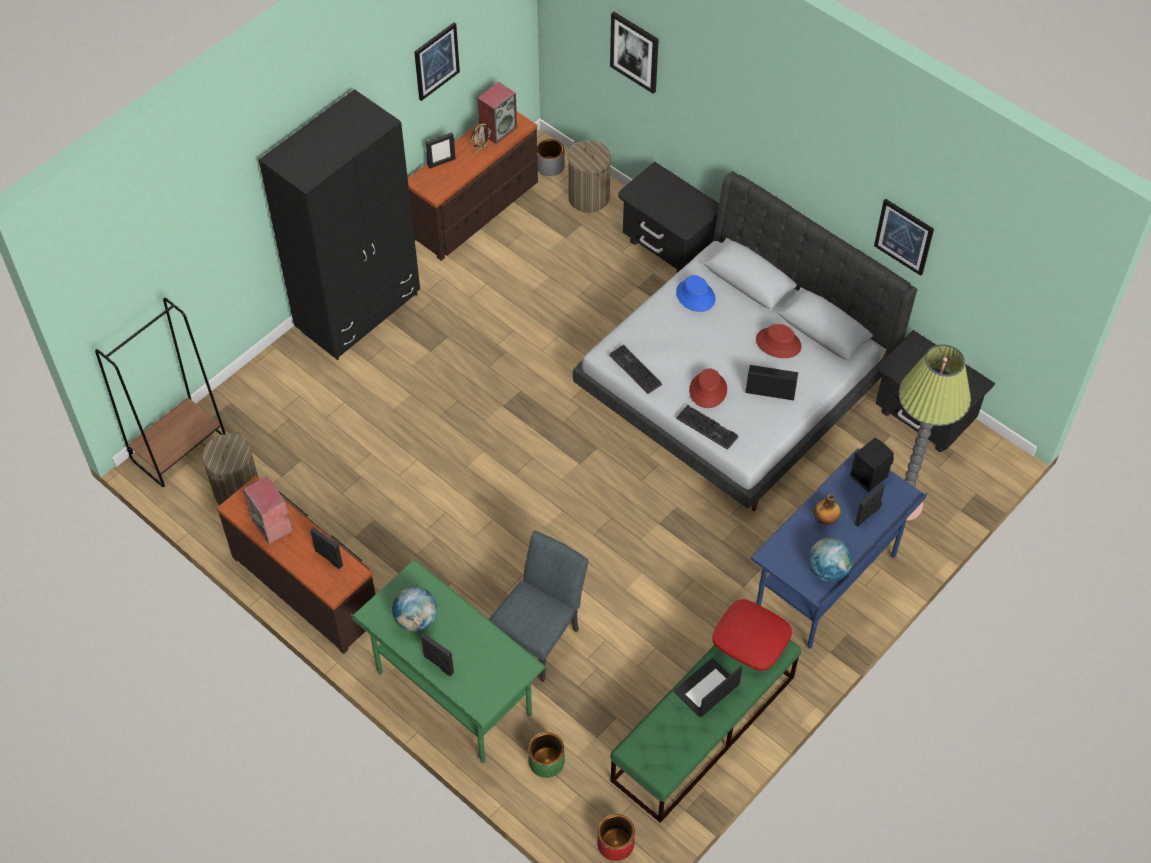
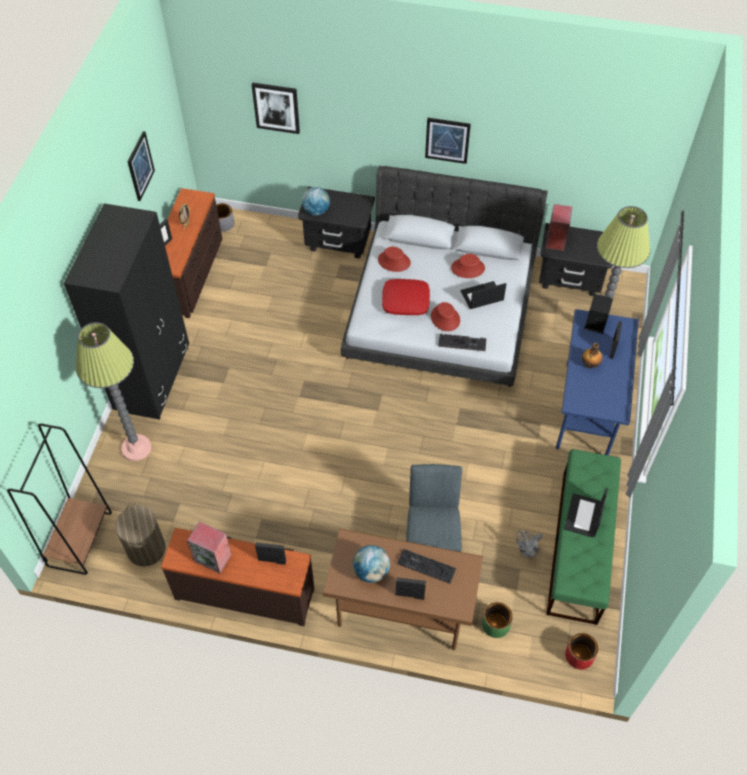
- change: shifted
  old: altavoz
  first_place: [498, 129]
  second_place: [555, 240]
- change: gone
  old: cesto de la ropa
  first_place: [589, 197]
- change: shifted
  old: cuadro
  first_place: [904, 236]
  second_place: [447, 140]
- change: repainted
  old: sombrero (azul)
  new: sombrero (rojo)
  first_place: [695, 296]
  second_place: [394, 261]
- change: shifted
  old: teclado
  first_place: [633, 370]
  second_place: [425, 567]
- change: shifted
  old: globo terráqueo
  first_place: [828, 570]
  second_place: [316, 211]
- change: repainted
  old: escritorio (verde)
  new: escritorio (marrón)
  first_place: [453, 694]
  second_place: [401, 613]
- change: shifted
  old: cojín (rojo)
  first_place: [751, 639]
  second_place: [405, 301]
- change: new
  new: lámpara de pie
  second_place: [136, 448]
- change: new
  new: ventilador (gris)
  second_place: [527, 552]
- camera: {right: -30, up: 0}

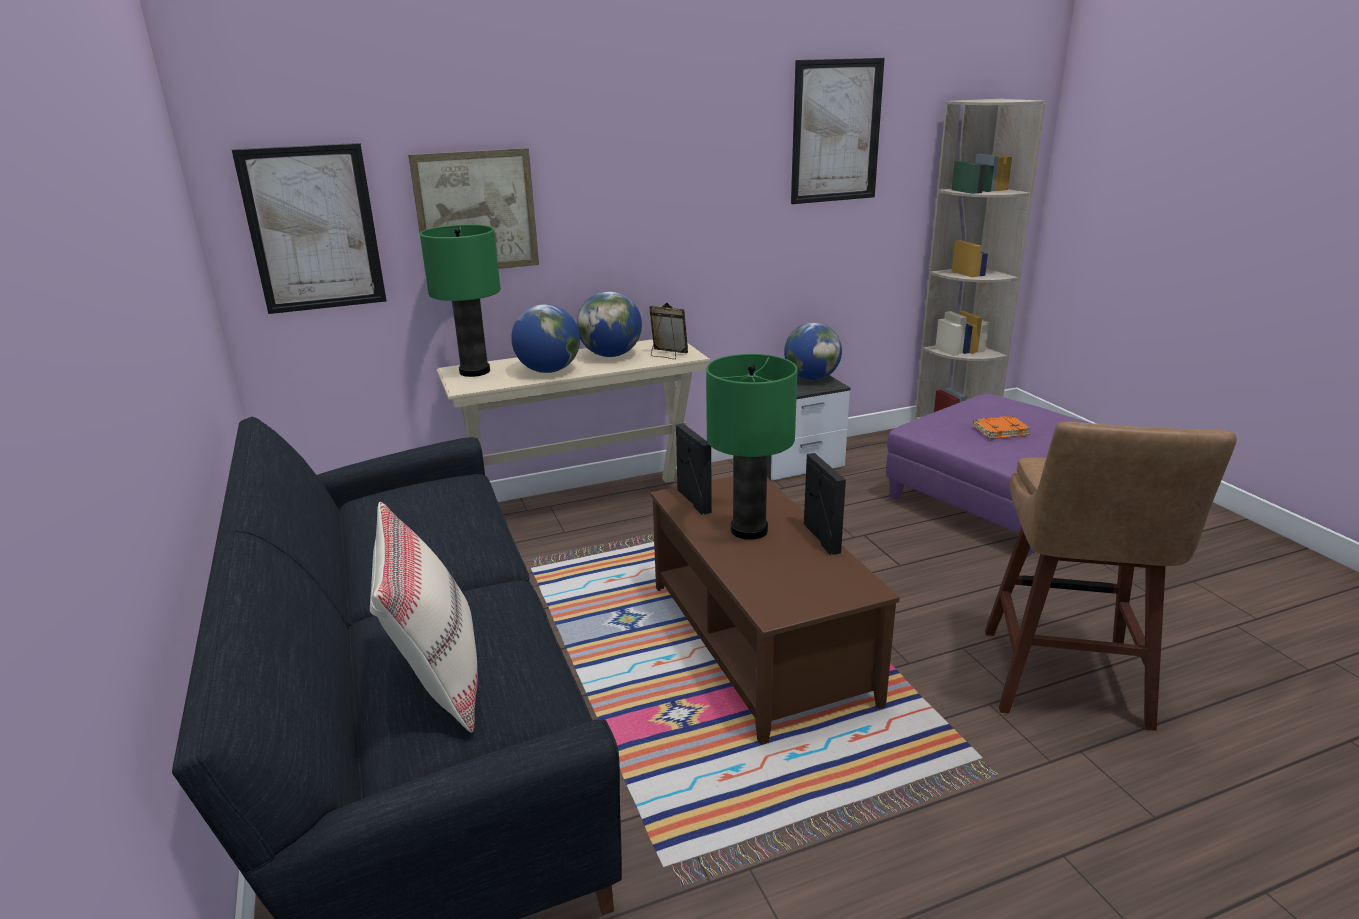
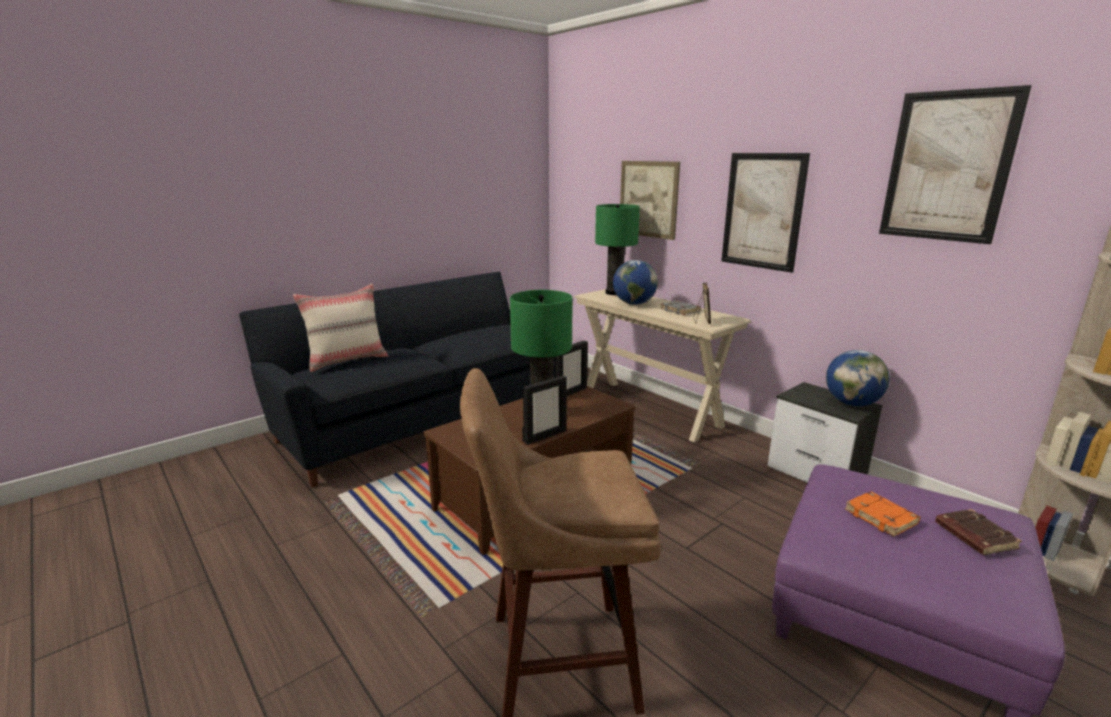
- change: shifted
  old: cuadro
  first_place: [313, 229]
  second_place: [762, 211]
- change: swapped
  old: globo terráqueo
  new: libro (gris)
  first_place: [611, 355]
  second_place: [681, 310]
- change: new
  new: libro (marrón)
  second_place: [973, 536]
- camera: {right: 70, up: -5}

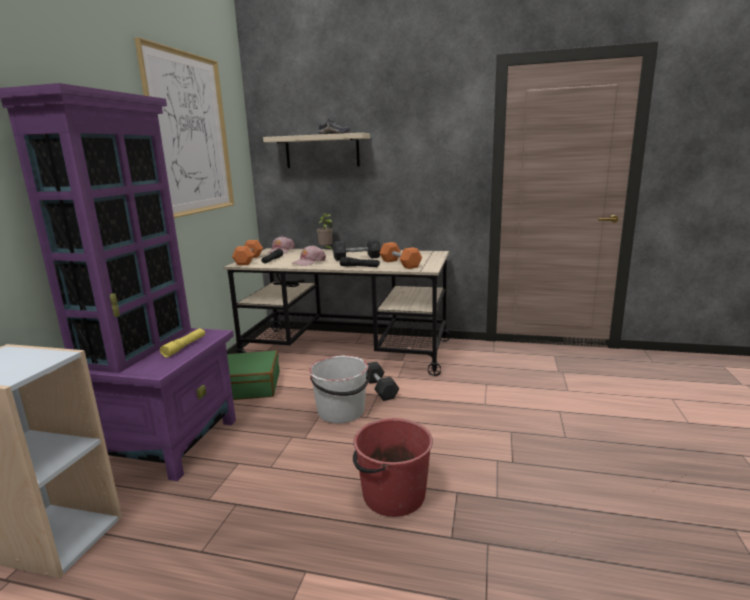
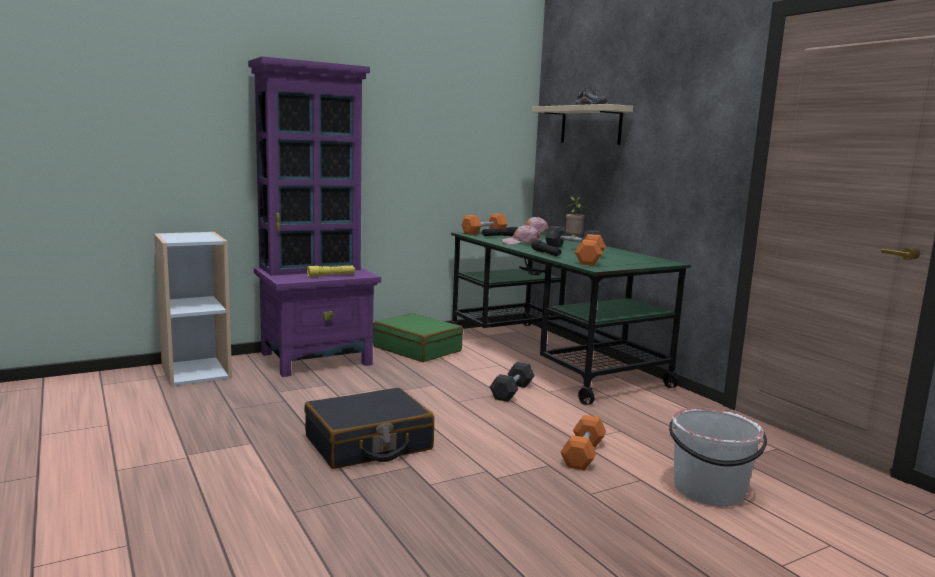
- change: gone
  old: cuadro
  first_place: [190, 135]
- change: repainted
  old: escritorio (beis)
  new: escritorio (verde)
  first_place: [345, 350]
  second_place: [550, 358]
- change: shifted
  old: cubo (blanco)
  first_place: [341, 412]
  second_place: [709, 490]
- change: swapped
  old: cubo (rojo)
  new: maleta (negro)
  first_place: [392, 495]
  second_place: [368, 444]
- change: new
  new: mancuerna (naranja)
  second_place: [583, 454]
- camera: {right: 45, up: -5}

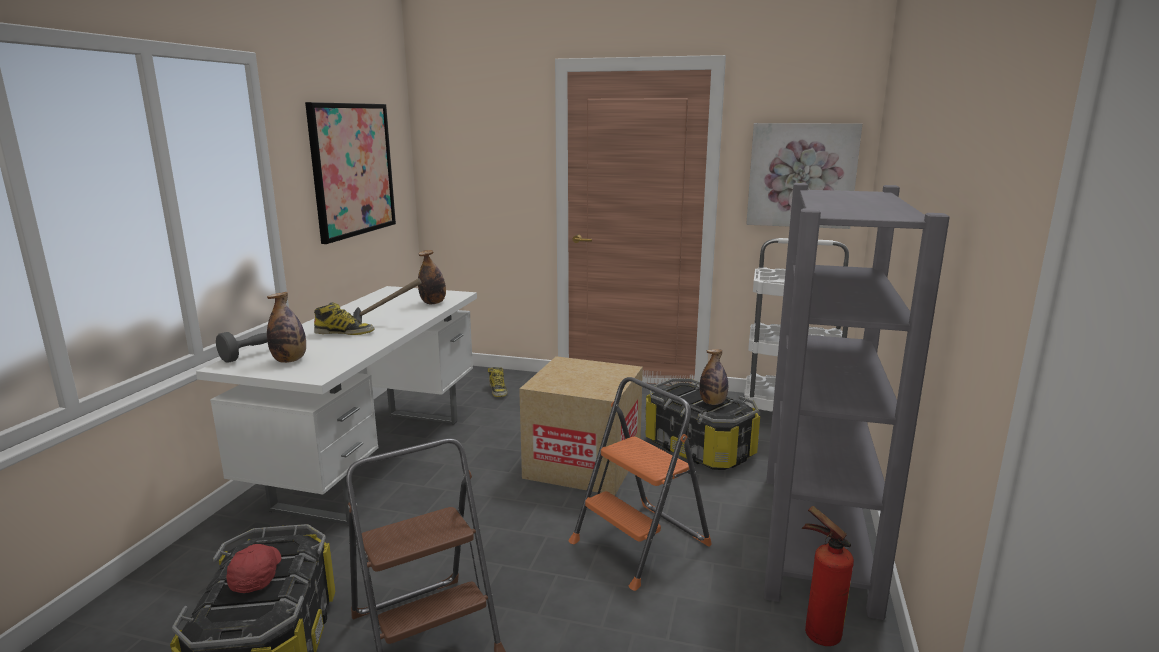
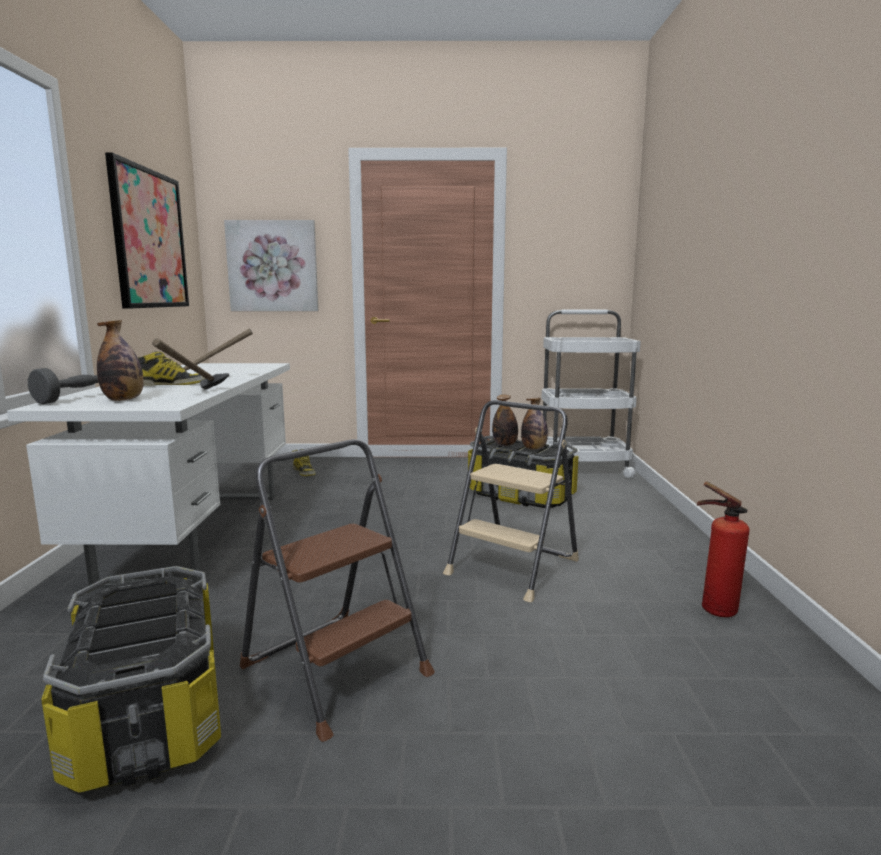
- change: shifted
  old: cuadro
  first_place: [801, 175]
  second_place: [273, 266]
- change: gone
  old: estantería (gris)
  first_place: [816, 538]
- change: shifted
  old: botella
  first_place: [433, 303]
  second_place: [505, 444]
- change: gone
  old: caja de cartón
  first_place: [583, 463]
- change: repainted
  old: escalera de tijera (naranja)
  new: escalera de tijera (beis)
  first_place: [644, 541]
  second_place: [516, 565]
- change: gone
  old: gorra (rojo)
  first_place: [256, 575]
- change: new
  new: martillo
  second_place: [195, 394]
- camera: {right: -15, up: -5}

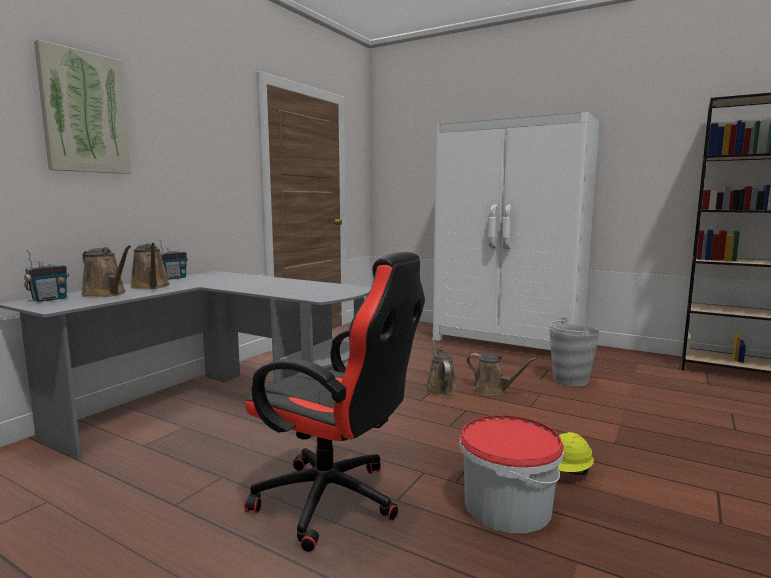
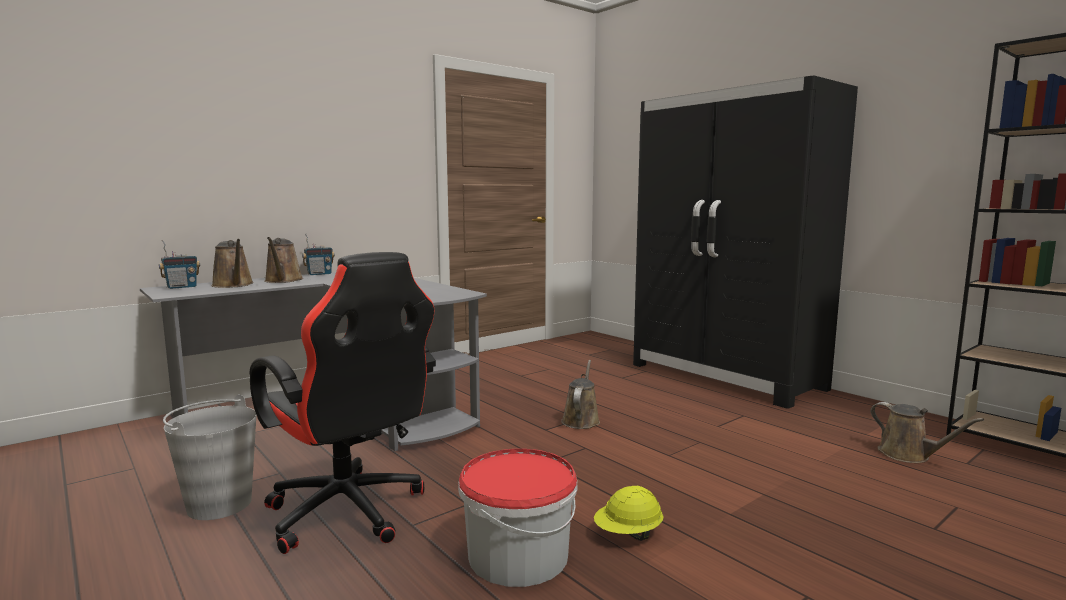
- change: gone
  old: cuadro
  first_place: [84, 113]
- change: repainted
  old: armario (blanco)
  new: armario (negro)
  first_place: [507, 342]
  second_place: [725, 377]
- change: shifted
  old: cubo (gris)
  first_place: [570, 380]
  second_place: [219, 504]
- change: shifted
  old: regadera (marrón)
  first_place: [493, 390]
  second_place: [908, 455]
- camera: {right: 20, up: 0}

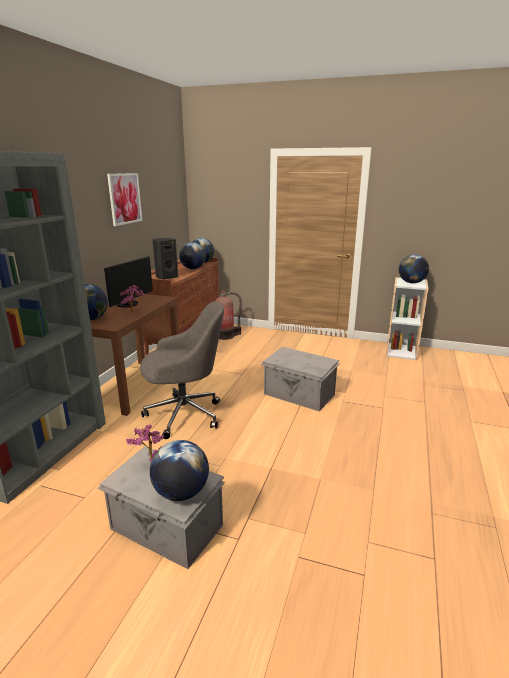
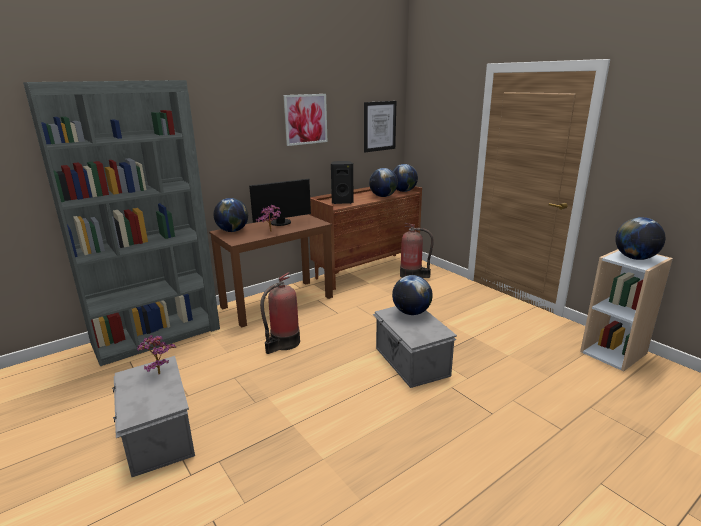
- change: swapped
  old: silla de oficina (gris)
  new: extintor
  first_place: [185, 415]
  second_place: [283, 343]
- change: shifted
  old: globo terráqueo
  first_place: [181, 493]
  second_place: [411, 312]
- change: new
  new: cuadro
  second_place: [379, 126]
- camera: {right: 35, up: 0}

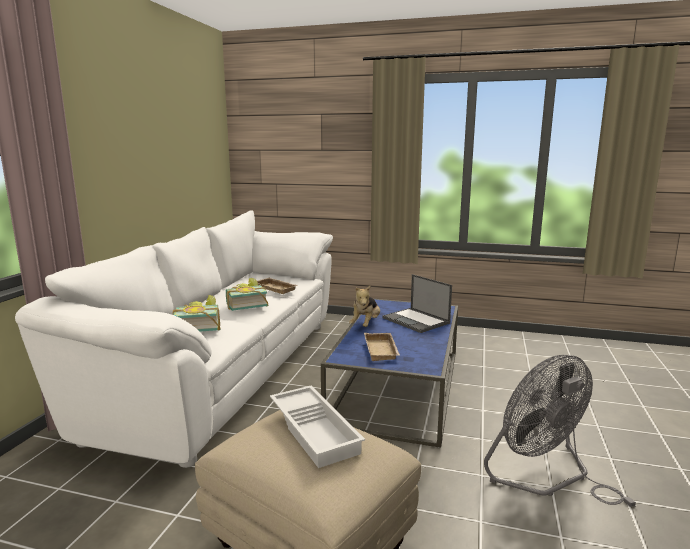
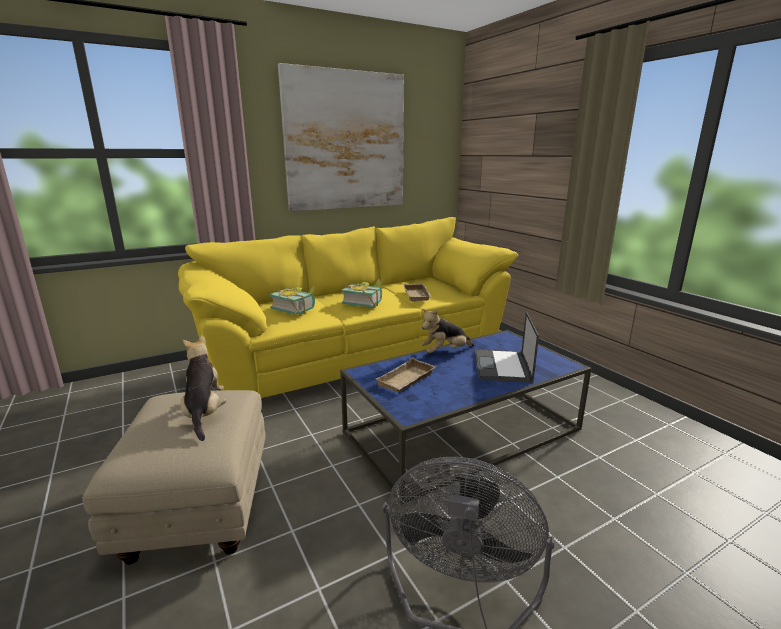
- change: repainted
  old: sofá (blanco)
  new: sofá (amarillo)
  first_place: [227, 371]
  second_place: [359, 357]
- change: swapped
  old: bandeja (blanco)
  new: peluche
  first_place: [316, 430]
  second_place: [204, 413]
- change: new
  new: cuadro
  second_place: [346, 141]
- camera: {right: 45, up: 5}

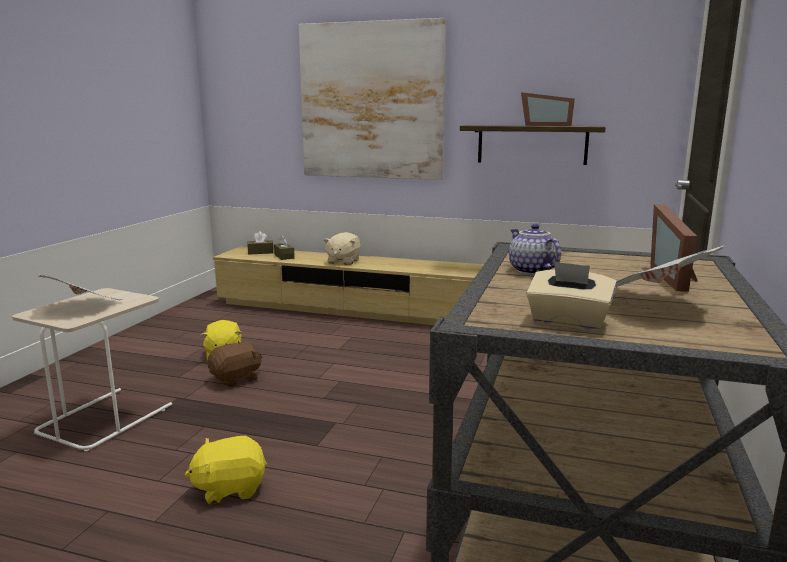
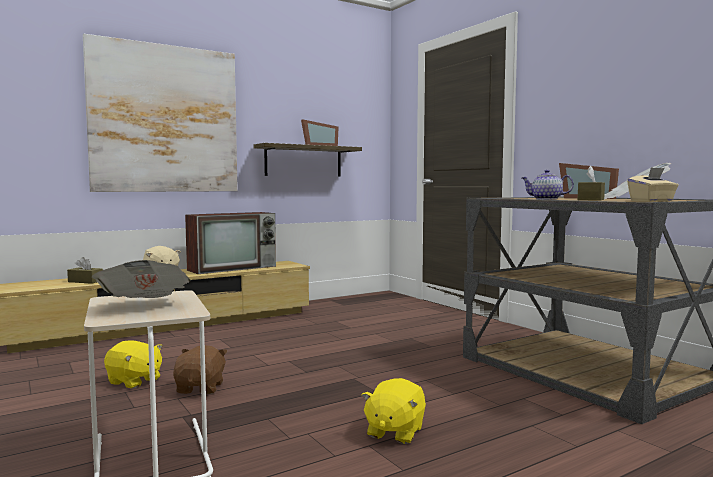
- change: shifted
  old: caja de pañuelos (marrón)
  first_place: [260, 252]
  second_place: [591, 199]
- change: new
  new: televisor
  second_place: [233, 268]
- camera: {right: -50, up: -10}

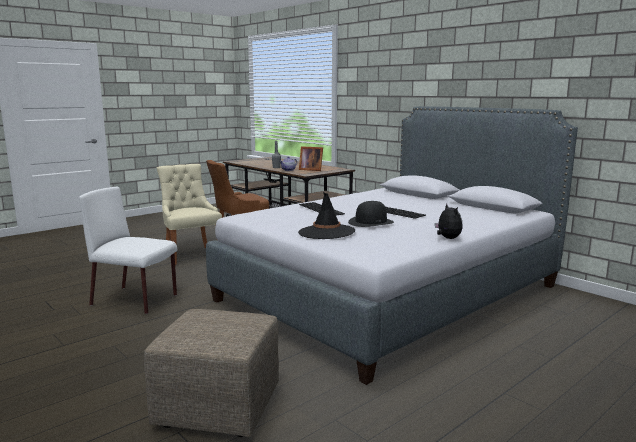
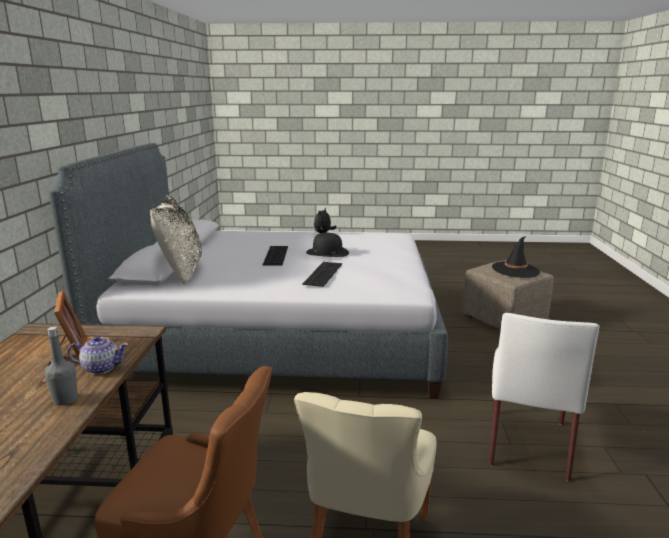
- change: rotated
  old: silla (blanco)
  first_place: [135, 300]
  second_place: [527, 441]
  degrees: 45
- change: shifted
  old: sombrero (negro)
  first_place: [326, 232]
  second_place: [515, 270]
- change: new
  new: cojín (beis)
  second_place: [181, 272]
- camera: {right: -135, up: 5}

